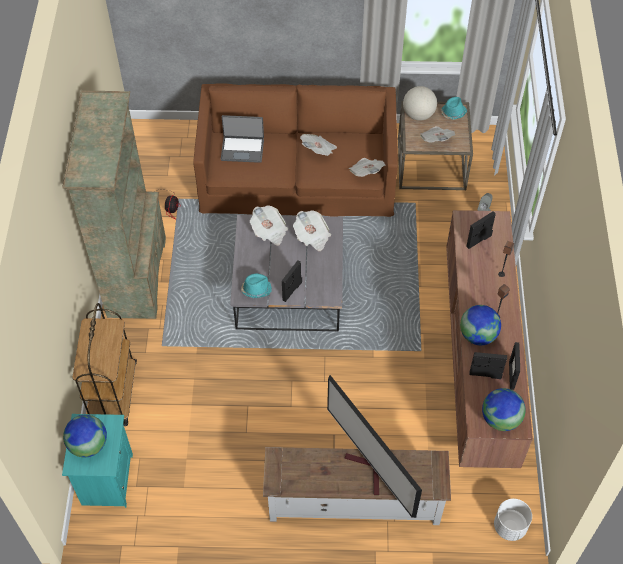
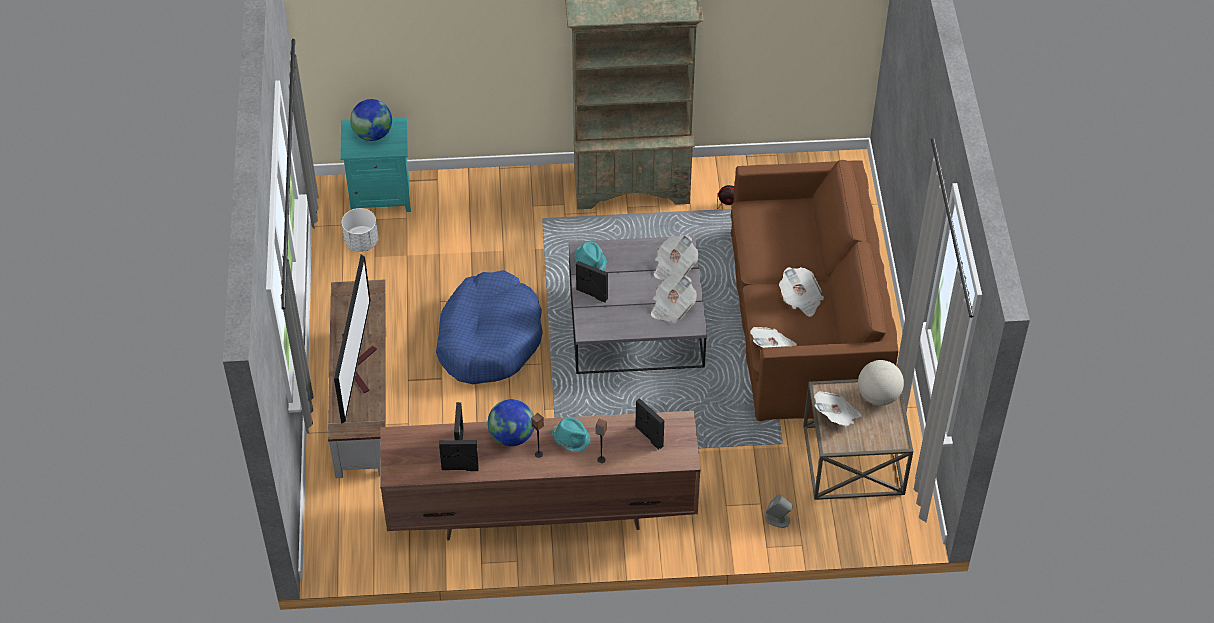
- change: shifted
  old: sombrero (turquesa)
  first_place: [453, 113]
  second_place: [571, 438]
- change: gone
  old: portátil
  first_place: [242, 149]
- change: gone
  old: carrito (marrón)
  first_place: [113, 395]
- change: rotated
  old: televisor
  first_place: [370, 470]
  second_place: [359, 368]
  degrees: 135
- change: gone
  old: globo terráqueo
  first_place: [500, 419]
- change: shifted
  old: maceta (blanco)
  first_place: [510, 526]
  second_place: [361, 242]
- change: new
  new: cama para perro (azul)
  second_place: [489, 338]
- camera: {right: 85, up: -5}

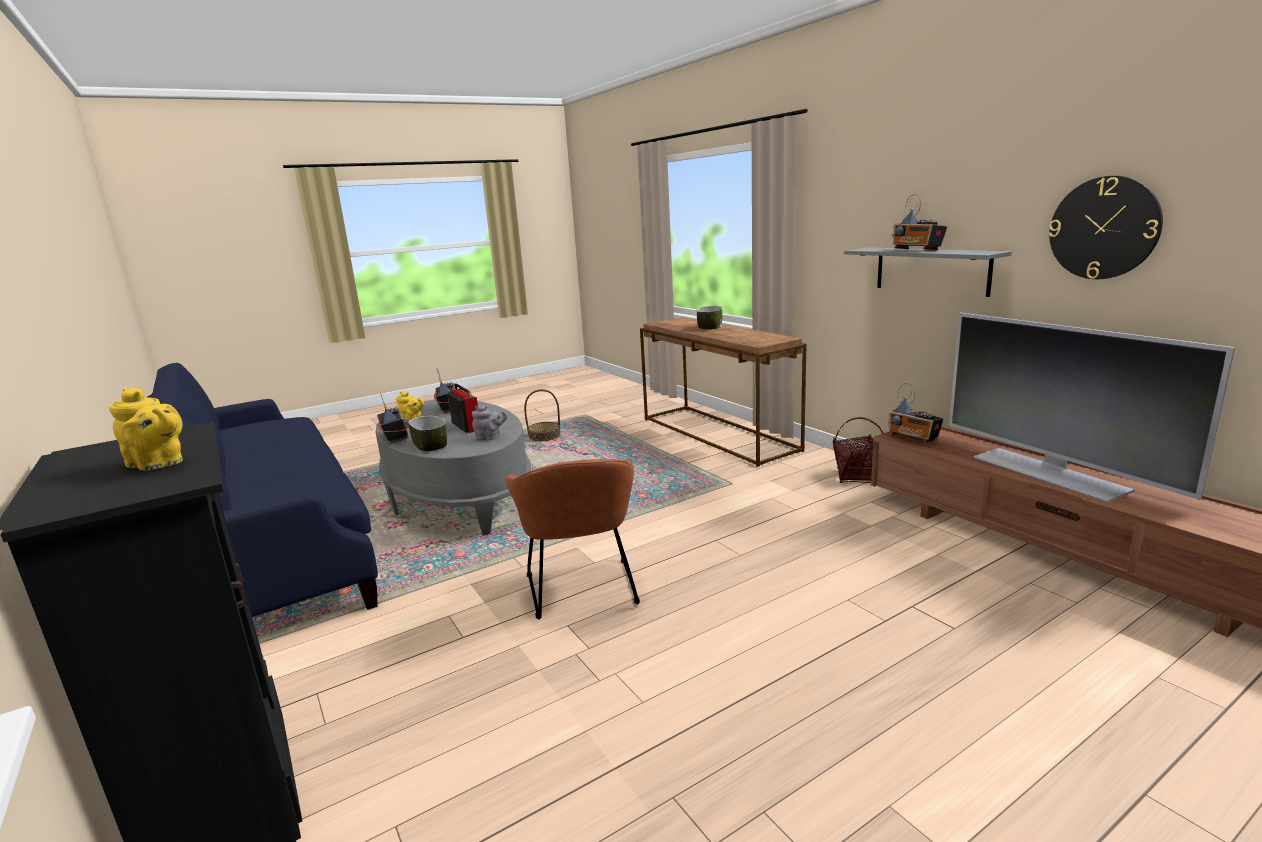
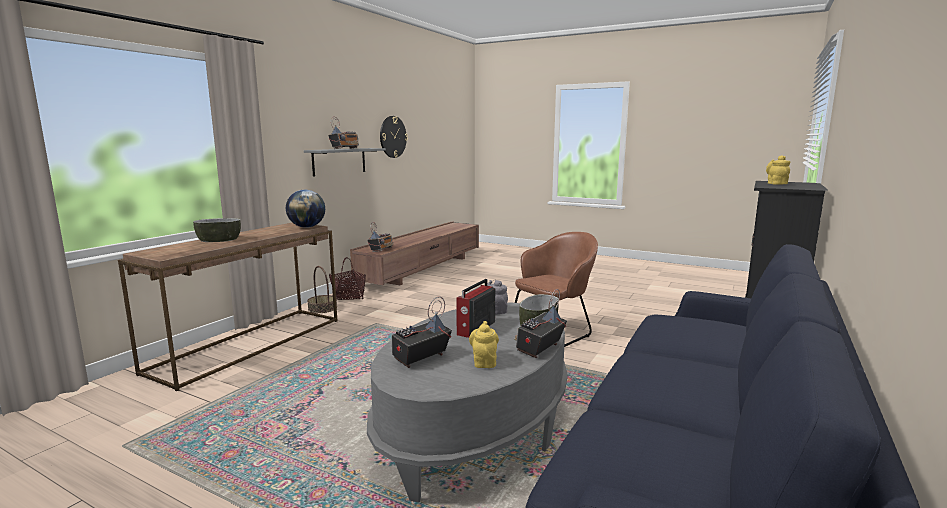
- change: gone
  old: televisor
  first_place: [1049, 472]
- change: shifted
  old: cesta
  first_place: [544, 437]
  second_place: [322, 308]
- change: new
  new: globo terráqueo
  second_place: [307, 227]
- camera: {right: -120, up: -5}

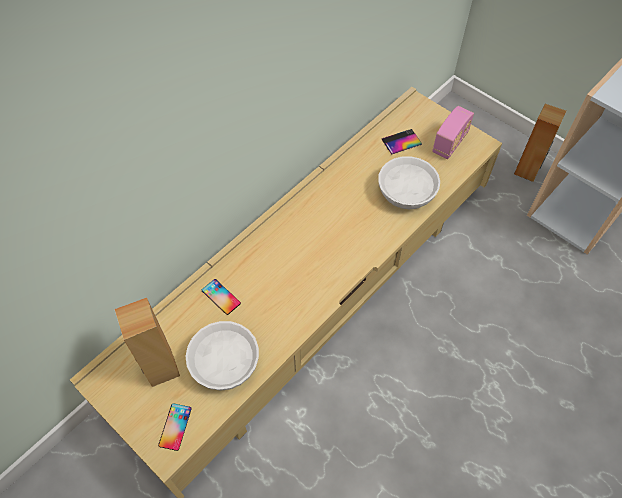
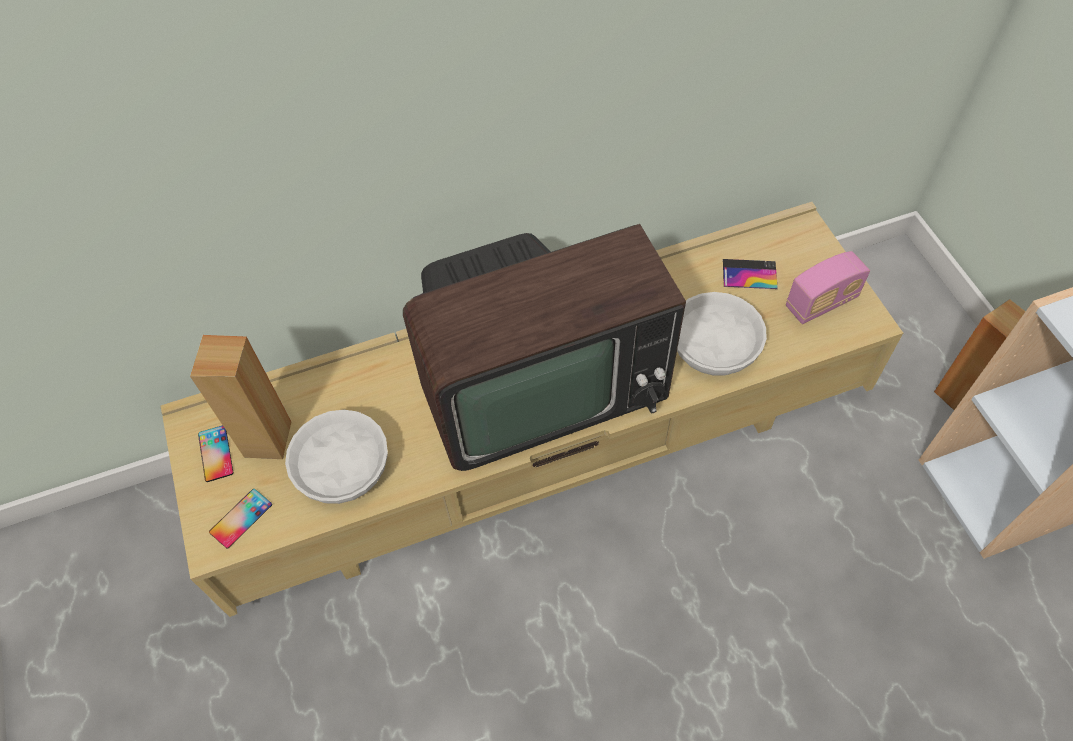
- change: shifted
  old: móvil
  first_place: [221, 297]
  second_place: [215, 453]
- change: new
  new: televisor
  second_place: [538, 385]
- camera: {right: 30, up: 0}

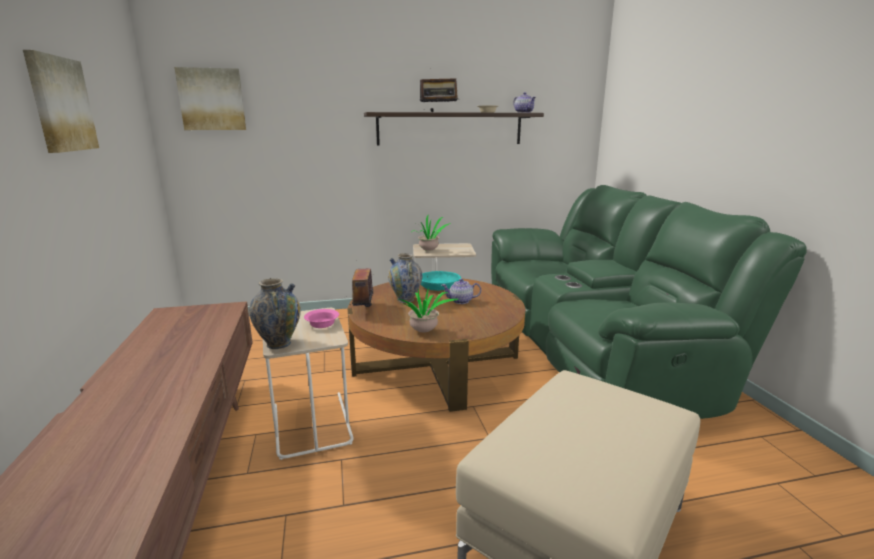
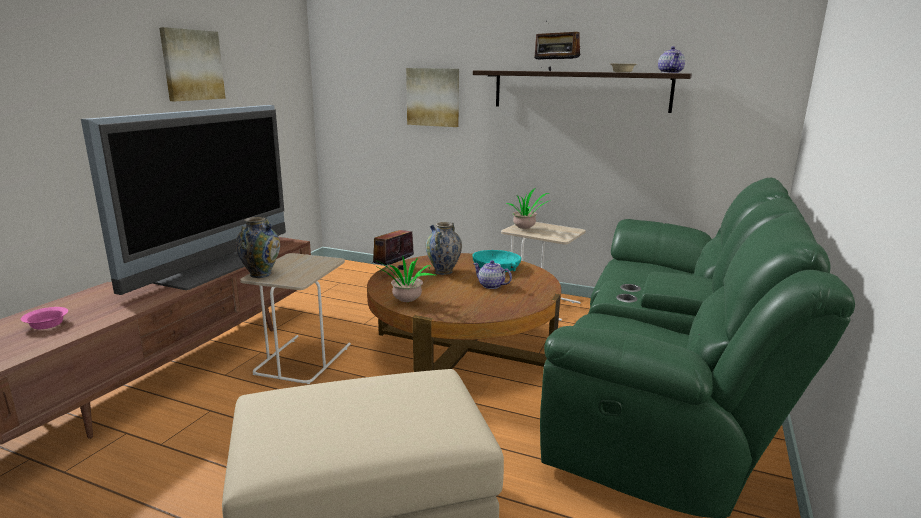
- change: shifted
  old: cuadro
  first_place: [212, 99]
  second_place: [433, 97]
- change: shifted
  old: cuenco (rosa)
  first_place: [322, 324]
  second_place: [46, 325]
- change: new
  new: televisor
  second_place: [217, 265]
- camera: {right: 35, up: 0}

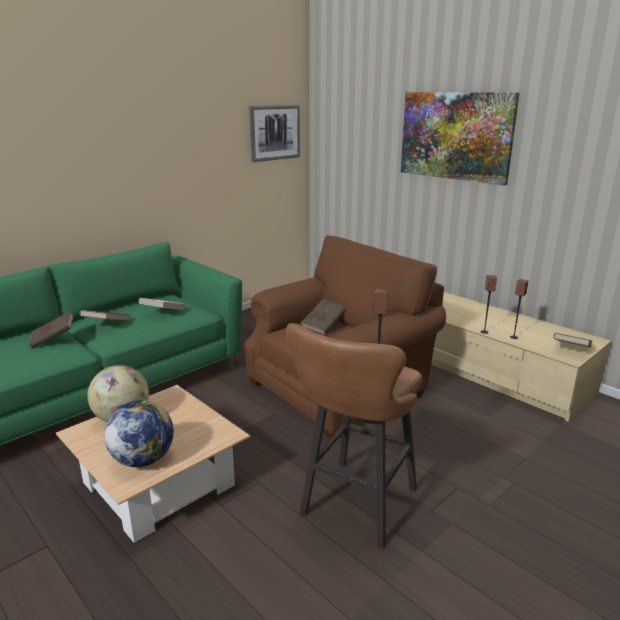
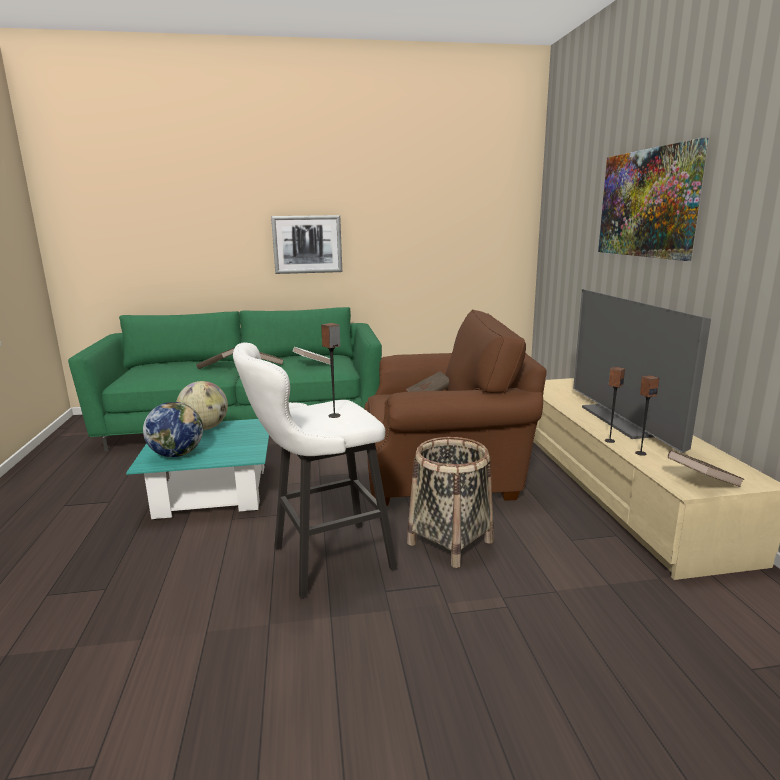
- change: shifted
  old: cuadro
  first_place: [275, 132]
  second_place: [307, 244]
- change: repainted
  old: taburete (marrón)
  new: taburete (blanco)
  first_place: [353, 510]
  second_place: [318, 562]
- change: repainted
  old: mesa de centro (beis)
  new: mesa de centro (turquesa)
  first_place: [159, 484]
  second_place: [213, 491]
- change: new
  new: televisor
  second_place: [626, 420]
- change: new
  new: cesta
  second_place: [450, 542]
- camera: {right: 35, up: -5}

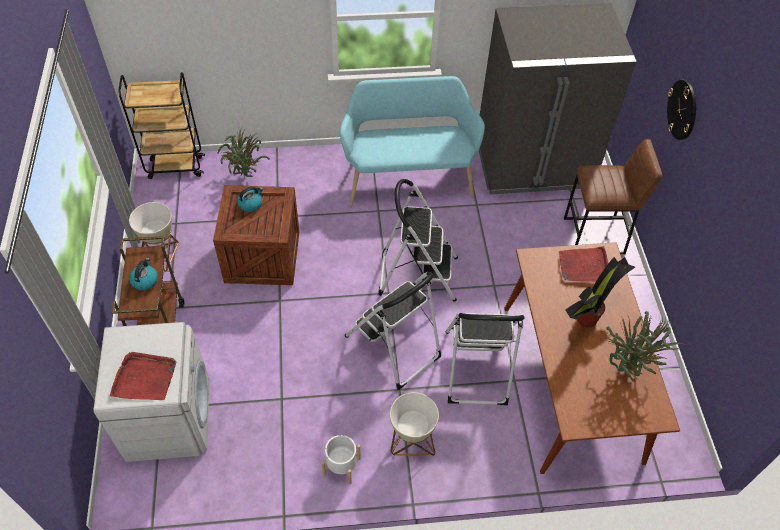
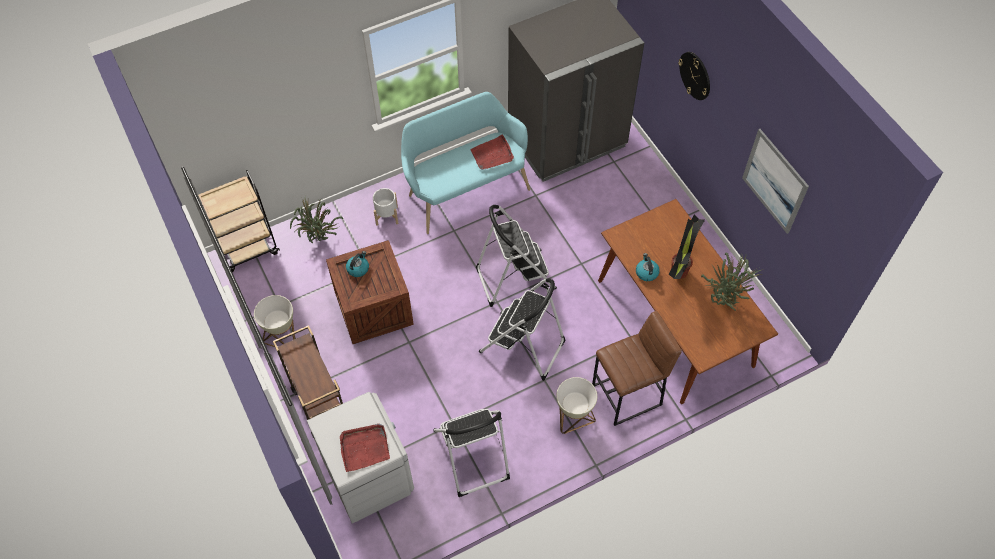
- change: shifted
  old: taburete (marrón)
  first_place: [595, 236]
  second_place: [627, 395]
- change: shifted
  old: bandeja (rojo)
  first_place: [583, 266]
  second_place: [492, 155]
- change: shifted
  old: hervidor
  first_place: [145, 280]
  second_place: [646, 272]
- change: shifted
  old: escalera de tijera
  first_place: [475, 369]
  second_place: [471, 456]
- change: shifted
  old: maceta (blanco)
  first_place: [341, 466]
  second_place: [386, 215]
- change: new
  new: cuadro
  second_place: [774, 181]
- camera: {right: -20, up: 5}

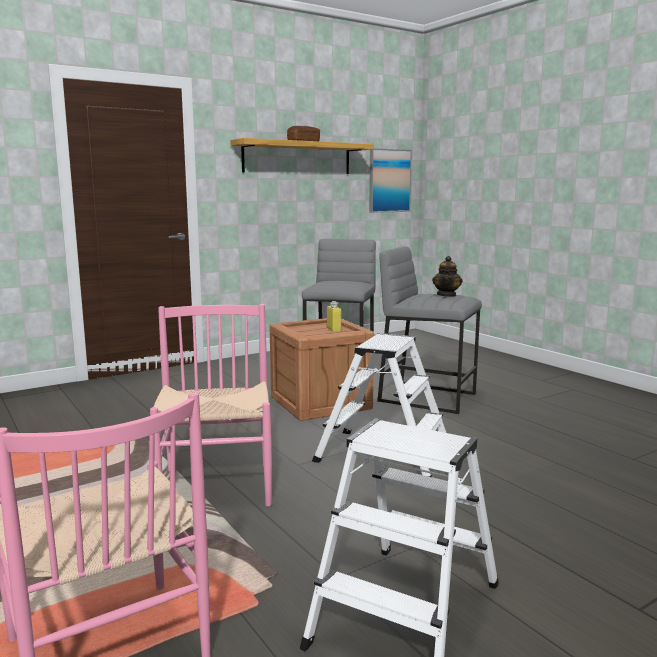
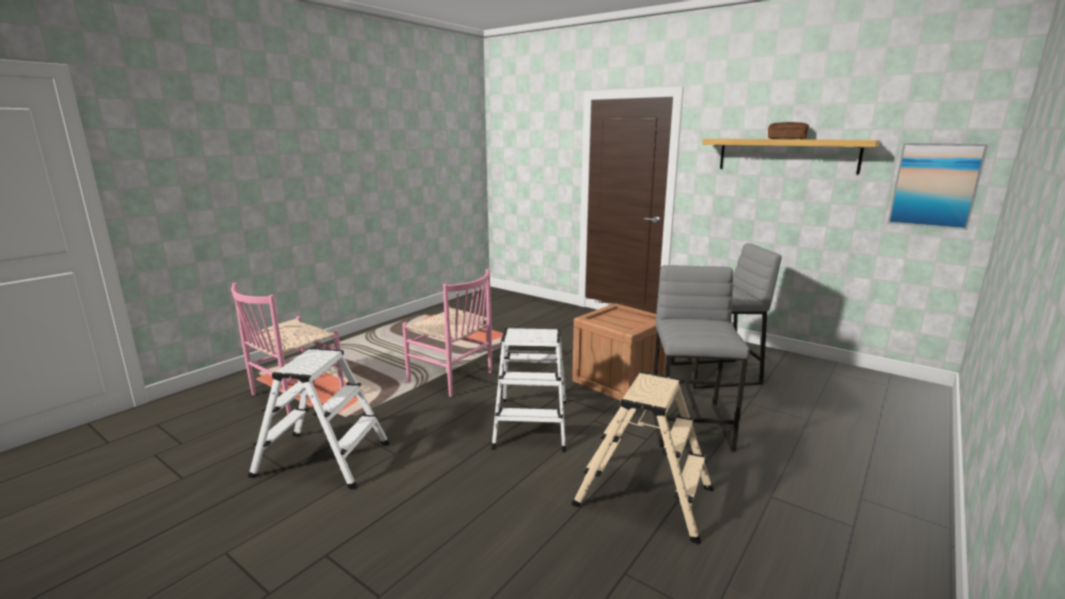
- change: gone
  old: tetera
  first_place: [447, 295]
- change: gone
  old: botella (amarillo)
  first_place: [333, 329]
- change: rotated
  old: silla (rosa)
  first_place: [217, 485]
  second_place: [453, 378]
  degrees: 60
- change: new
  new: escalera de tijera (beis)
  second_place: [644, 497]
- camera: {right: 70, up: 5}

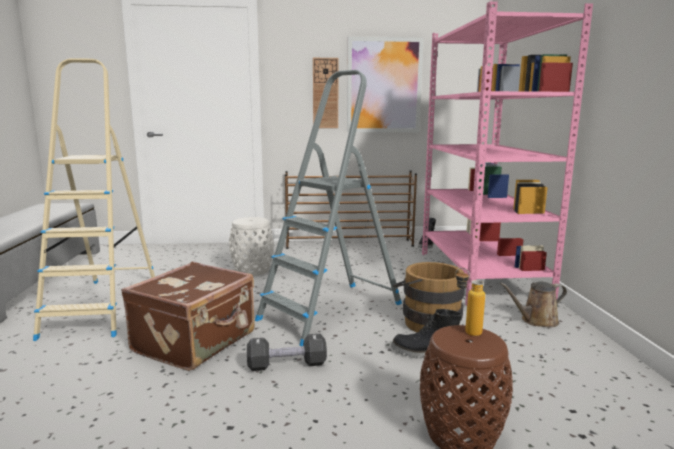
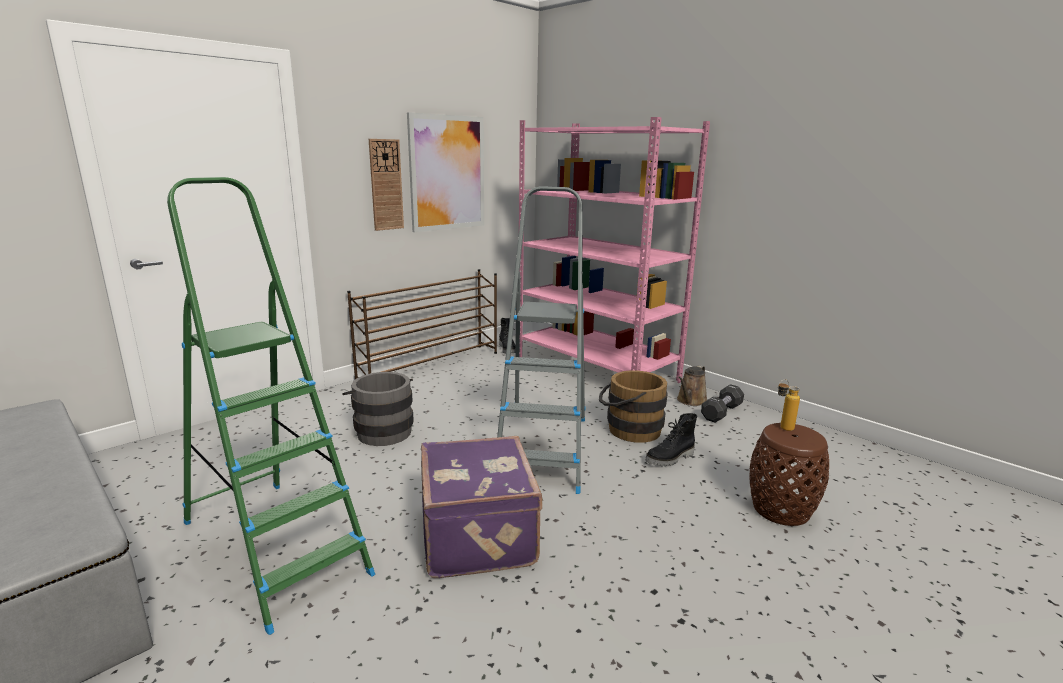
- change: repainted
  old: escalera de tijera (beis)
  new: escalera de tijera (verde)
  first_place: [103, 306]
  second_place: [274, 547]
- change: swapped
  old: taburete (blanco)
  new: cubo (gris)
  first_place: [252, 270]
  second_place: [382, 431]
- change: repainted
  old: maleta (marrón)
  new: maleta (morado)
  first_place: [196, 342]
  second_place: [480, 535]
- change: shifted
  old: mancuerna (negro)
  first_place: [287, 365]
  second_place: [721, 412]
- camera: {right: -40, up: 5}

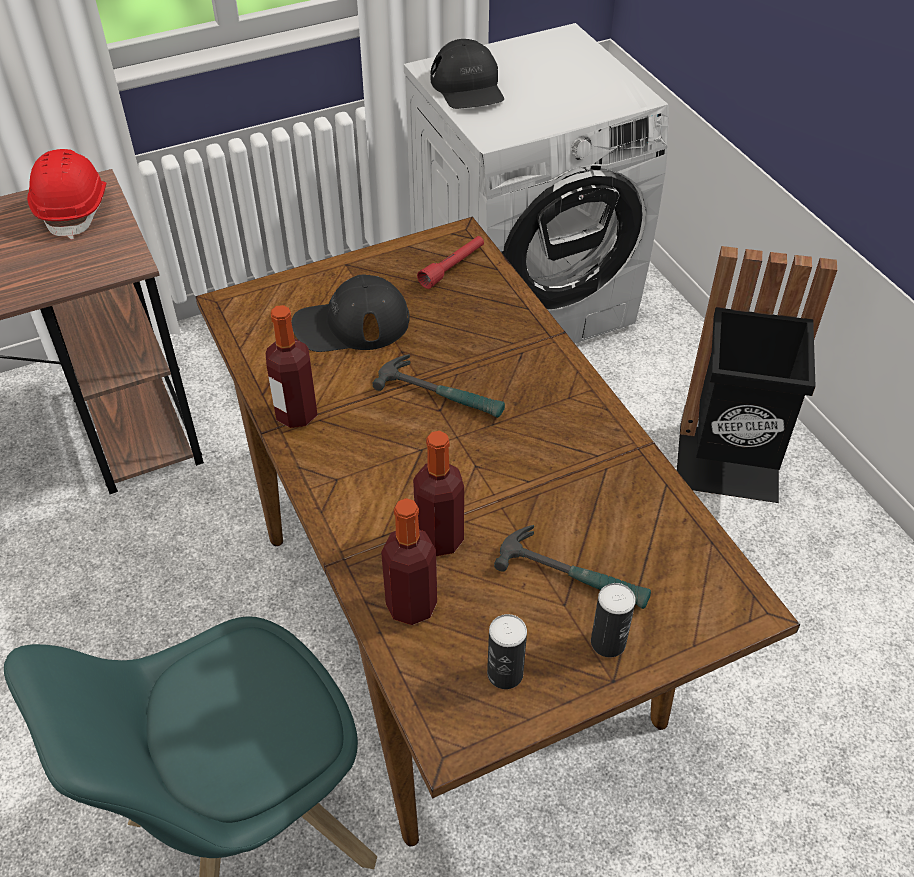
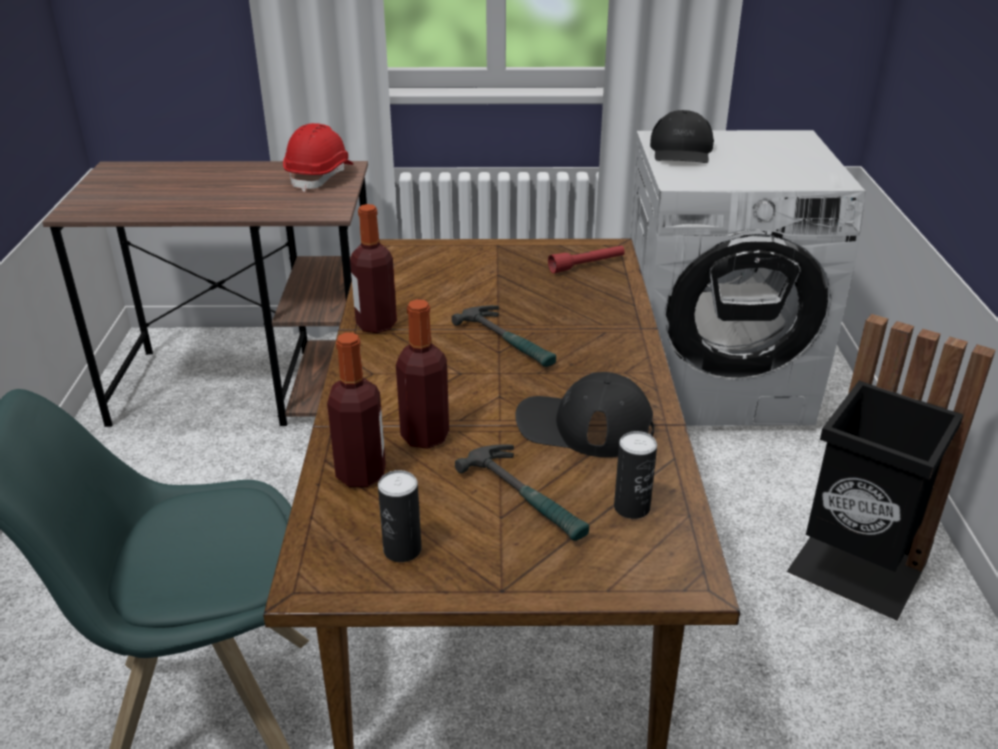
- change: shifted
  old: gorra (negro)
  first_place: [351, 324]
  second_place: [584, 425]
- change: shifted
  old: lata
  first_place: [608, 642]
  second_place: [631, 507]
- camera: {right: 25, up: -15}

